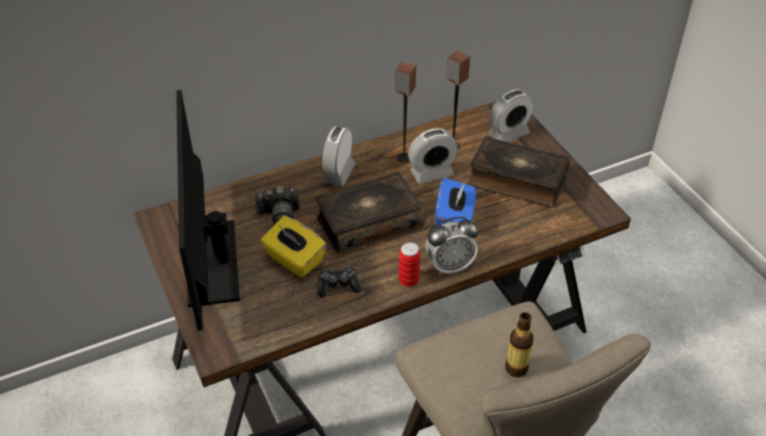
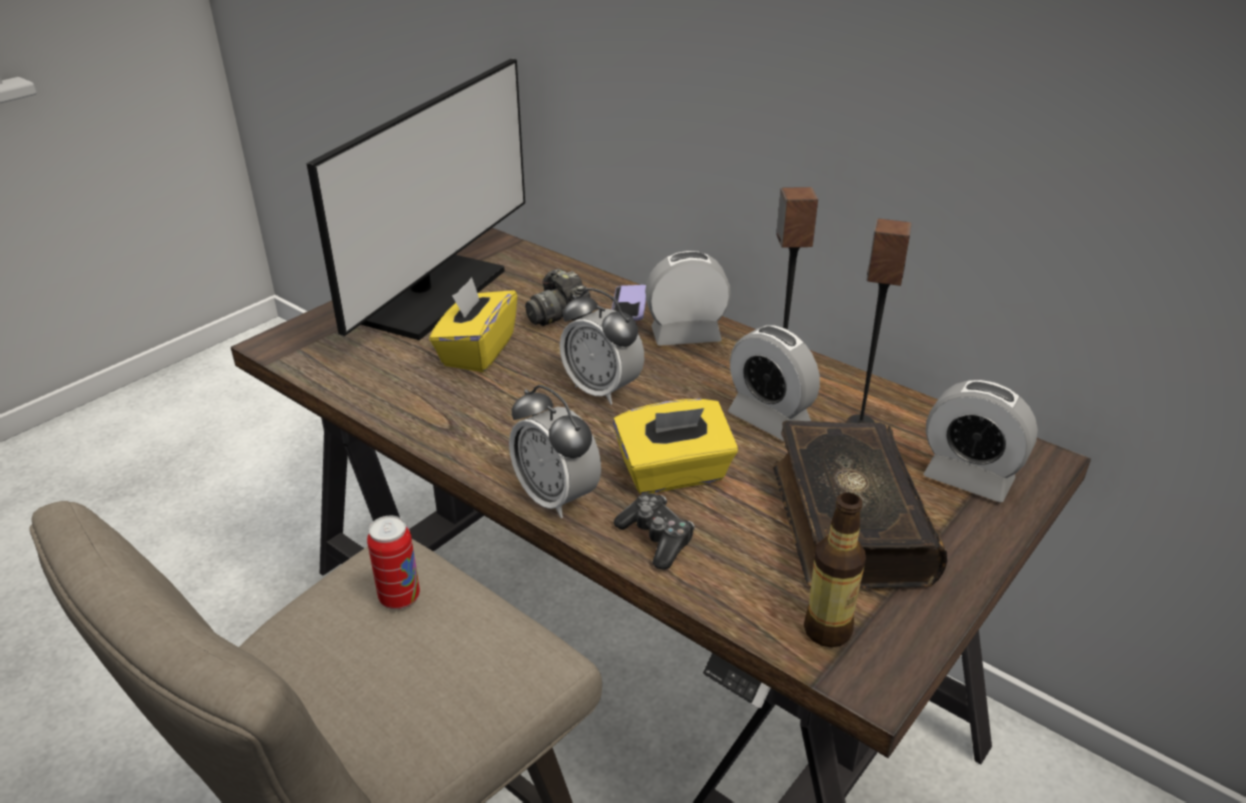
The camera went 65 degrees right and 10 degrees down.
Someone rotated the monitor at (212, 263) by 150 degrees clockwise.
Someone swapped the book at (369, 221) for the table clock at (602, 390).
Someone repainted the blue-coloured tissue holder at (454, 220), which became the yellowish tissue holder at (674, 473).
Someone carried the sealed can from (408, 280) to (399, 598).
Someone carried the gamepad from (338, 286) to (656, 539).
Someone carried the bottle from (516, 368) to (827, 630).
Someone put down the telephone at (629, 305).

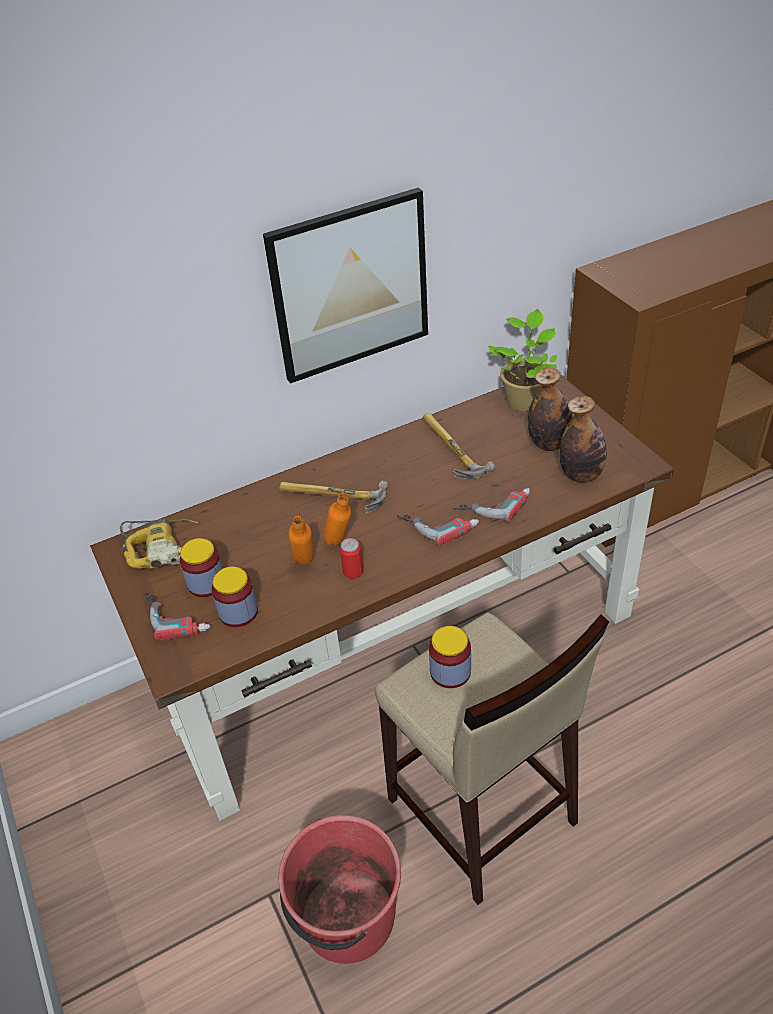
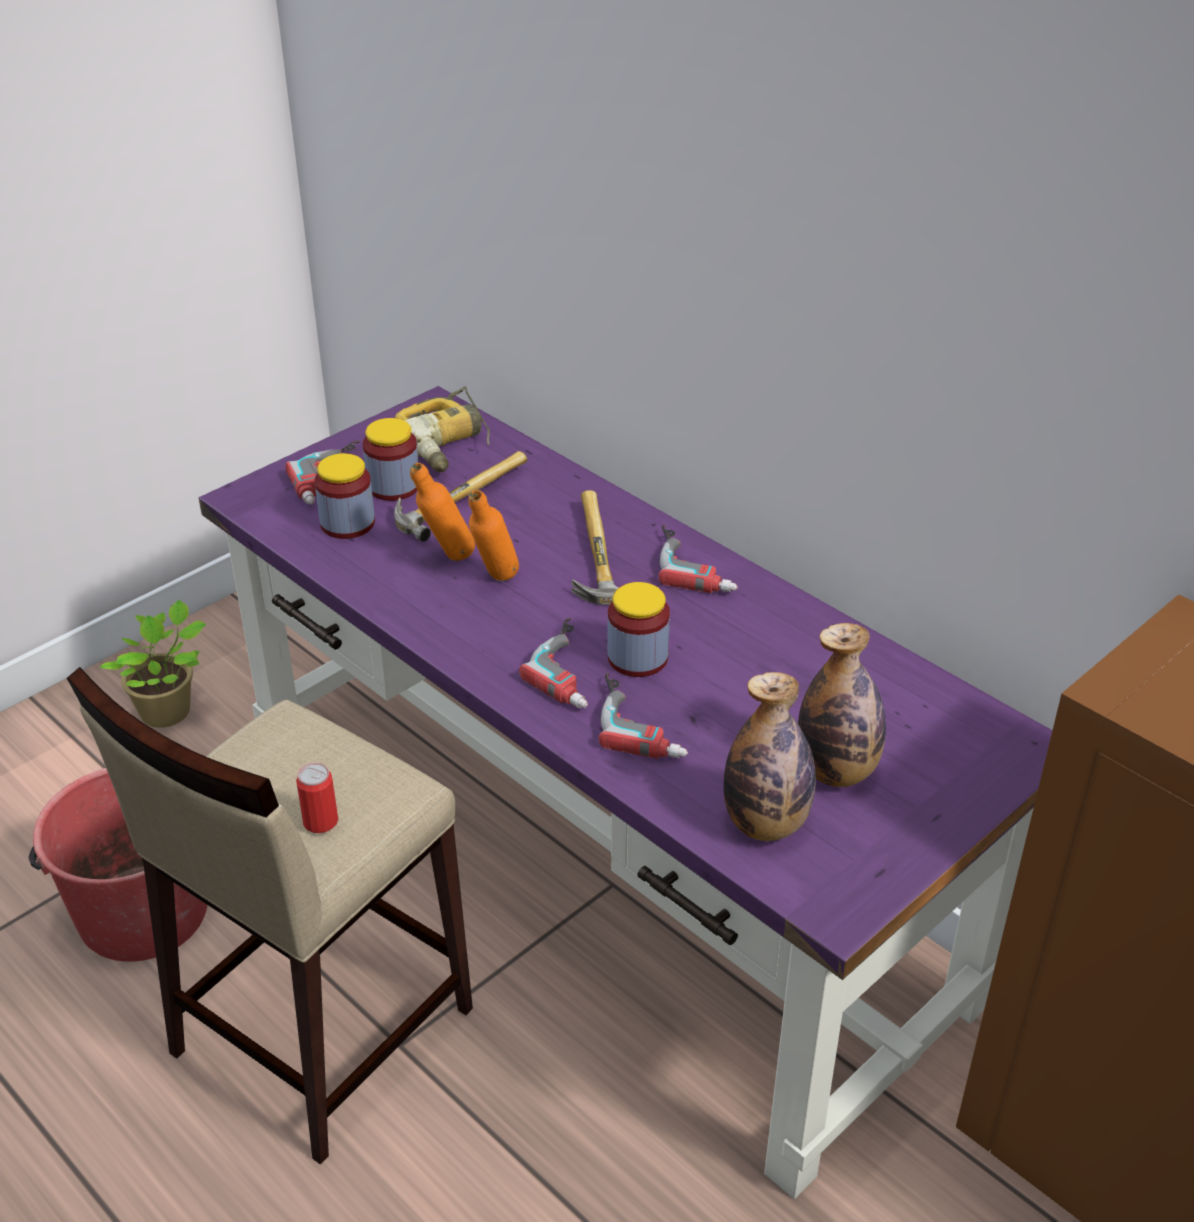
The camera went 70 degrees right and 5 degrees down.
Someone took away the picture at (350, 286).
Someone carried the plant in a pot from (524, 399) to (170, 712).
Someone repainted the brown-coloured desk unit at (400, 648), which became the purple-coloured desk unit at (601, 870).
Someone carried the tool hammer from (448, 452) to (457, 497).
Someone carried the sealed can from (353, 572) to (320, 821).
Someone carried the jar from (450, 672) to (637, 658).
Someone put down the power drill at (698, 565).

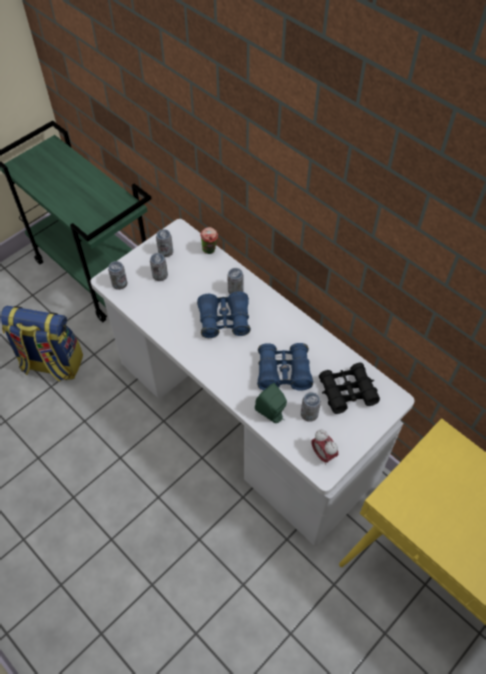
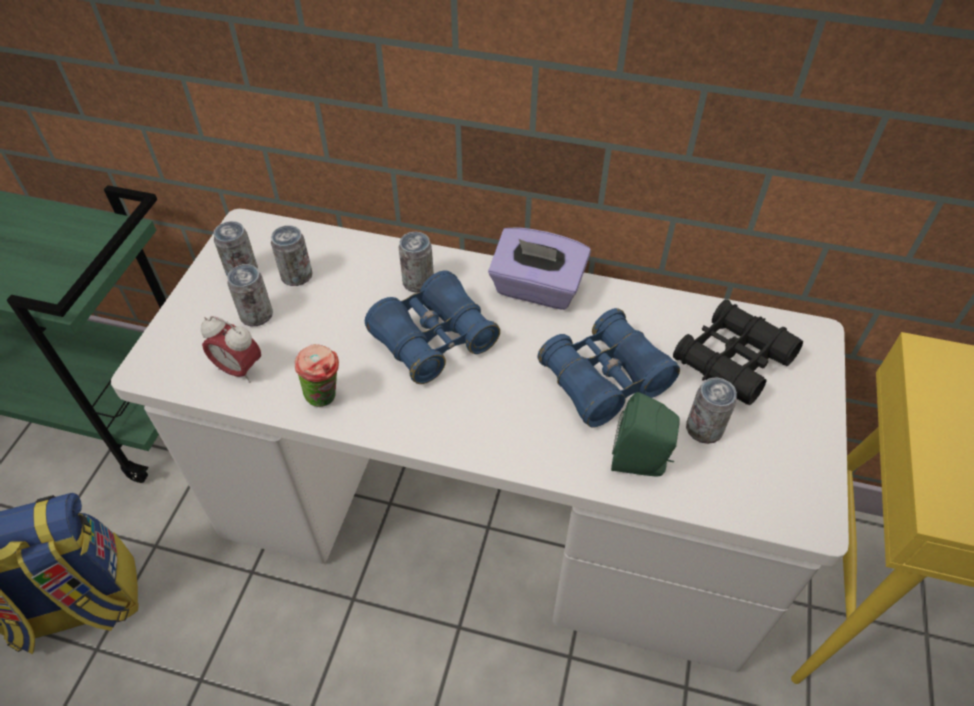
The camera went 30 degrees left and 5 degrees down.
Someone carried the drinking cup from (210, 251) to (326, 398).
Someone carried the sealed can from (119, 284) to (296, 276).
Someone carried the table clock from (323, 454) to (239, 370).
Someone put down the purple-coloured tissue holder at (537, 289).

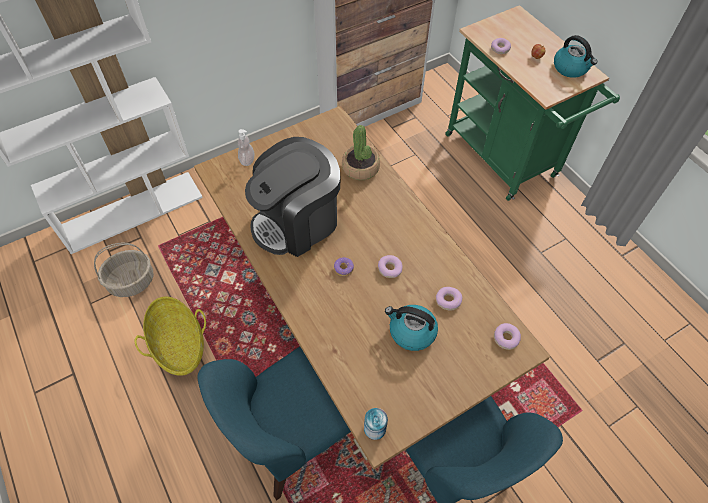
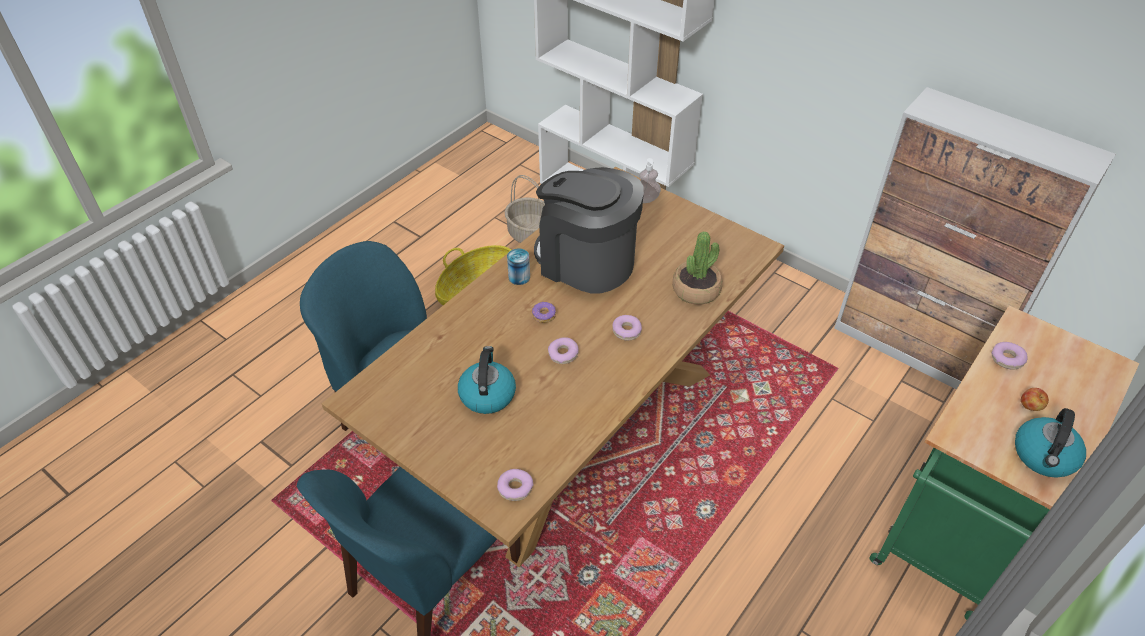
The camera went 70 degrees right and 10 degrees down.
Someone carried the doughnut from (448, 300) to (626, 331).
Someone carried the sealed can from (375, 428) to (519, 277).

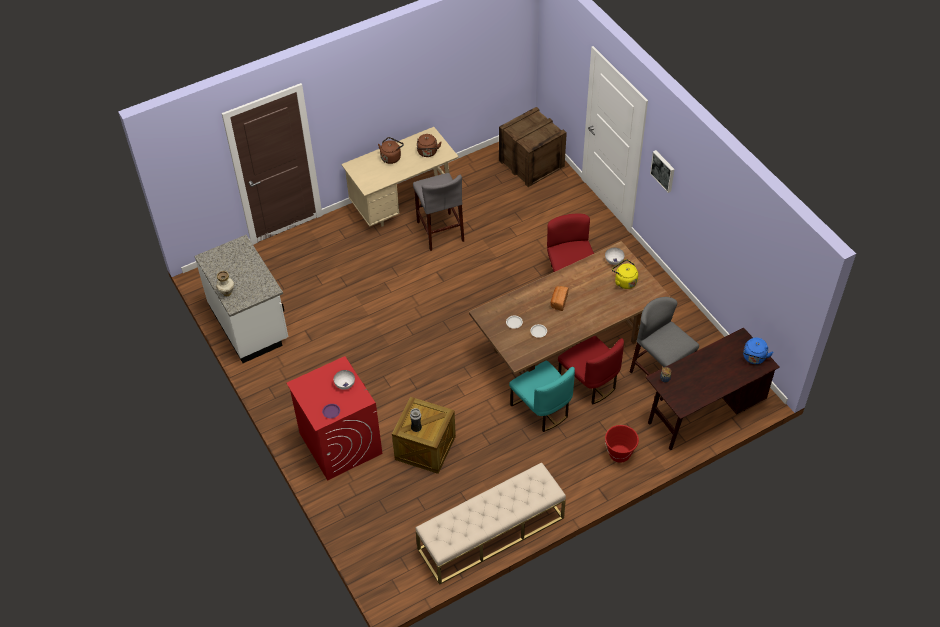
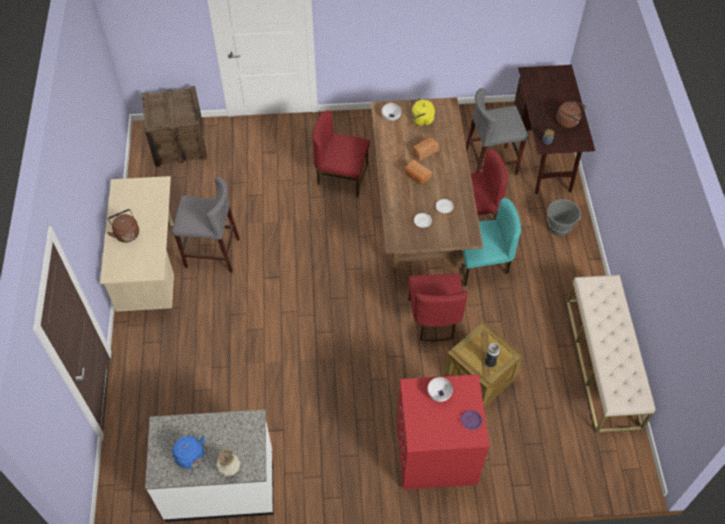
The camera went 65 degrees left and 5 degrees up.
Someone carried the brown-coloured tea kettle from (427, 153) to (568, 121).
Someone took away the picture at (663, 170).
Someone carried the blue-coloured tea kettle from (754, 358) to (192, 458).
Someone repainted the red-coloured bucket at (619, 454), which became the grey bucket at (559, 228).
Someone put down the bakery bread at (424, 152).
Someone put down the red-coloured chair at (434, 318).

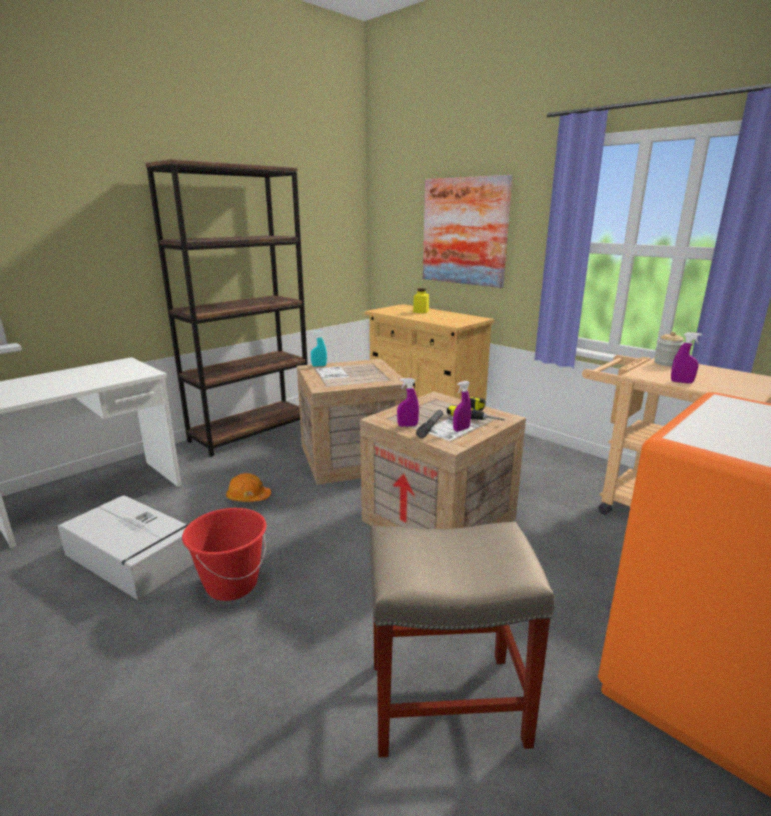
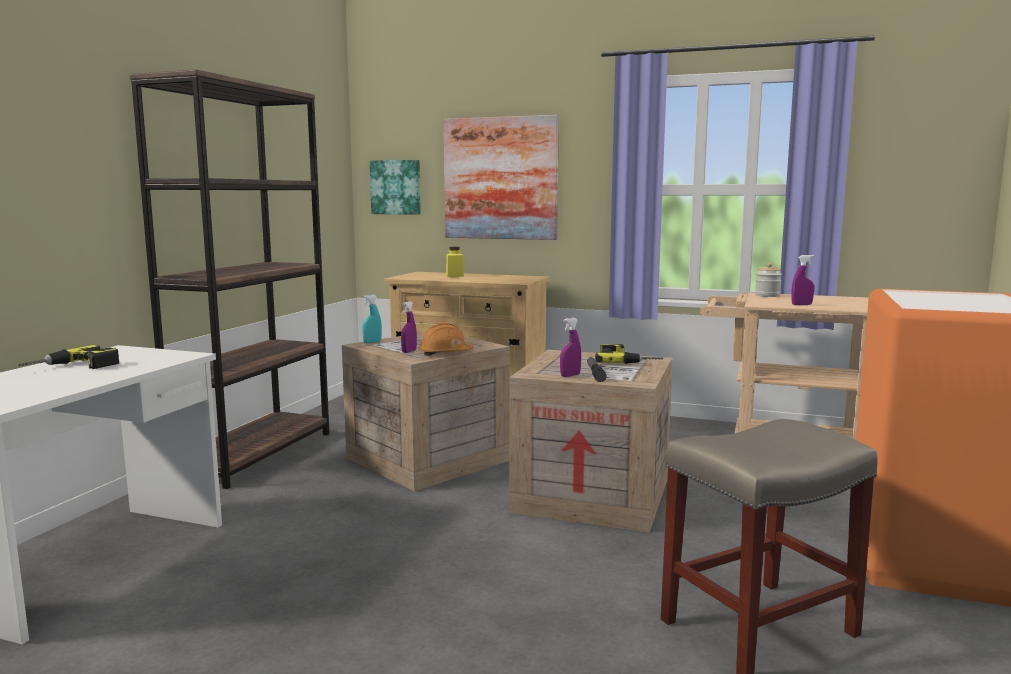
The camera went 25 degrees left and 10 degrees down.
Someone carried the purple-coloured spray bottle from (461, 429) to (409, 351).
Someone carried the orange-coloured work helmet from (248, 497) to (445, 354).
Someone took away the grey storage container at (133, 558).
Someone took away the red-coloured bucket at (231, 584).
Someone put up the picture at (396, 187).
Someone put down the power drill at (73, 367).

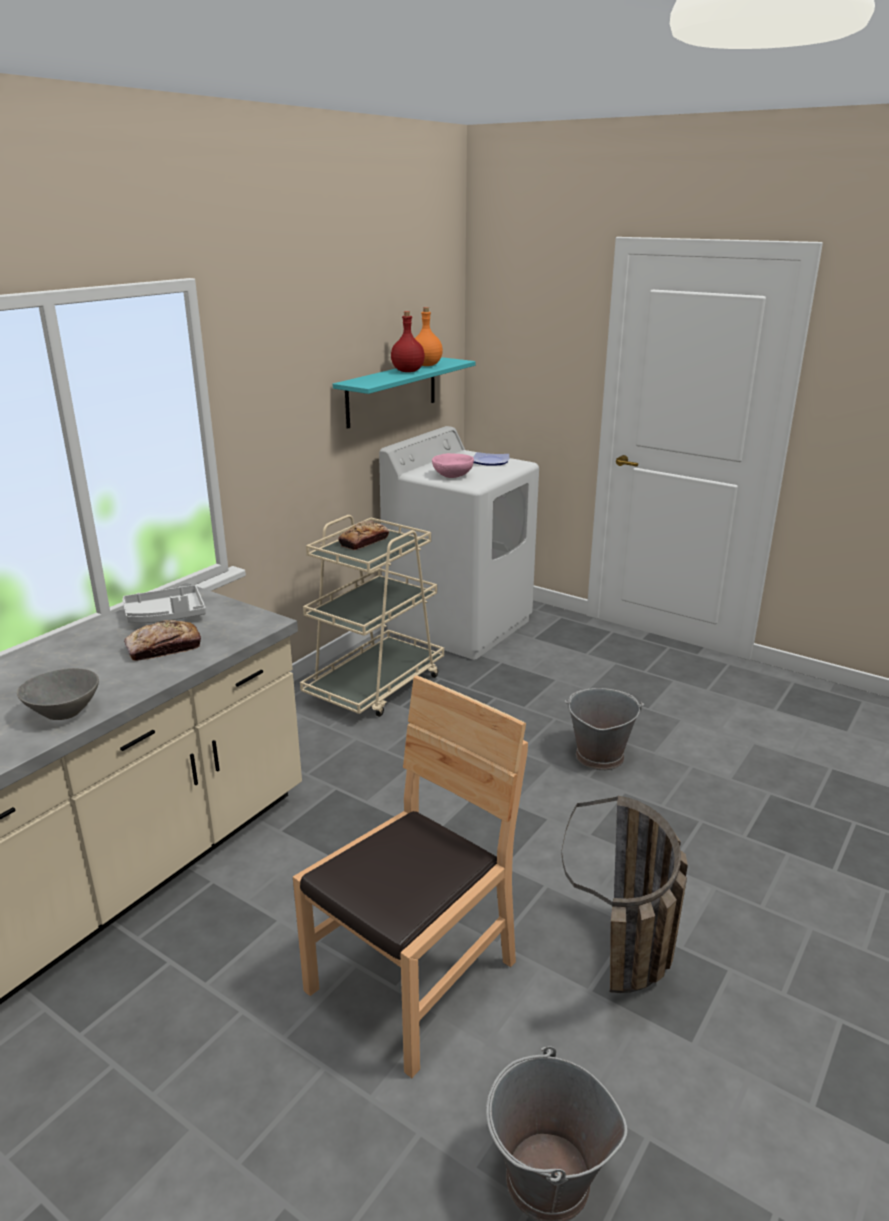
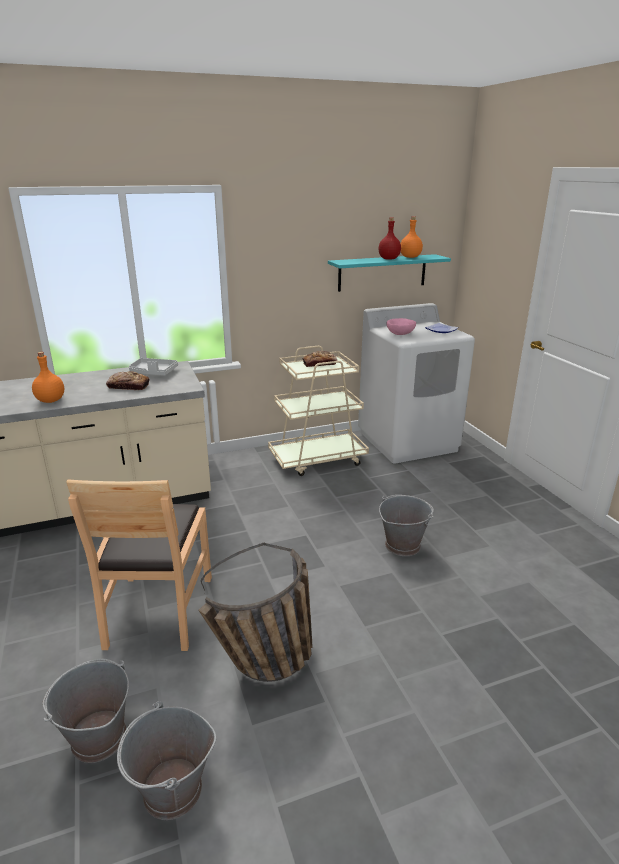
The camera went 35 degrees right and 0 degrees up.
Someone swapped the grey serving bowl at (63, 712) for the orange-coloured bottle at (50, 400).
Someone rotated the brown-coloured chair at (414, 979) by 105 degrees clockwise.
Someone put down the grey bucket at (172, 791).

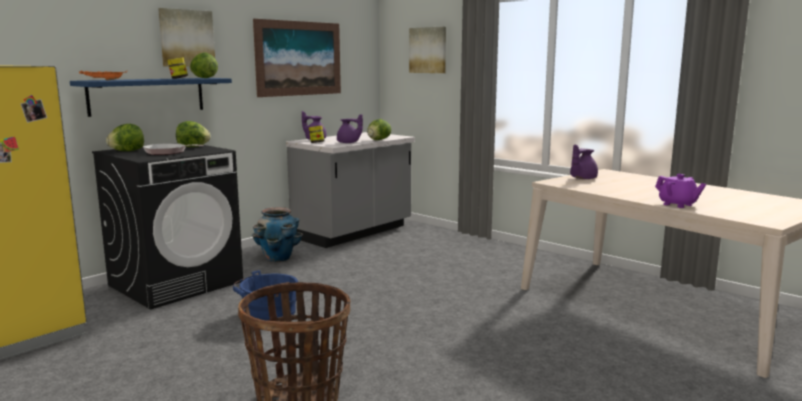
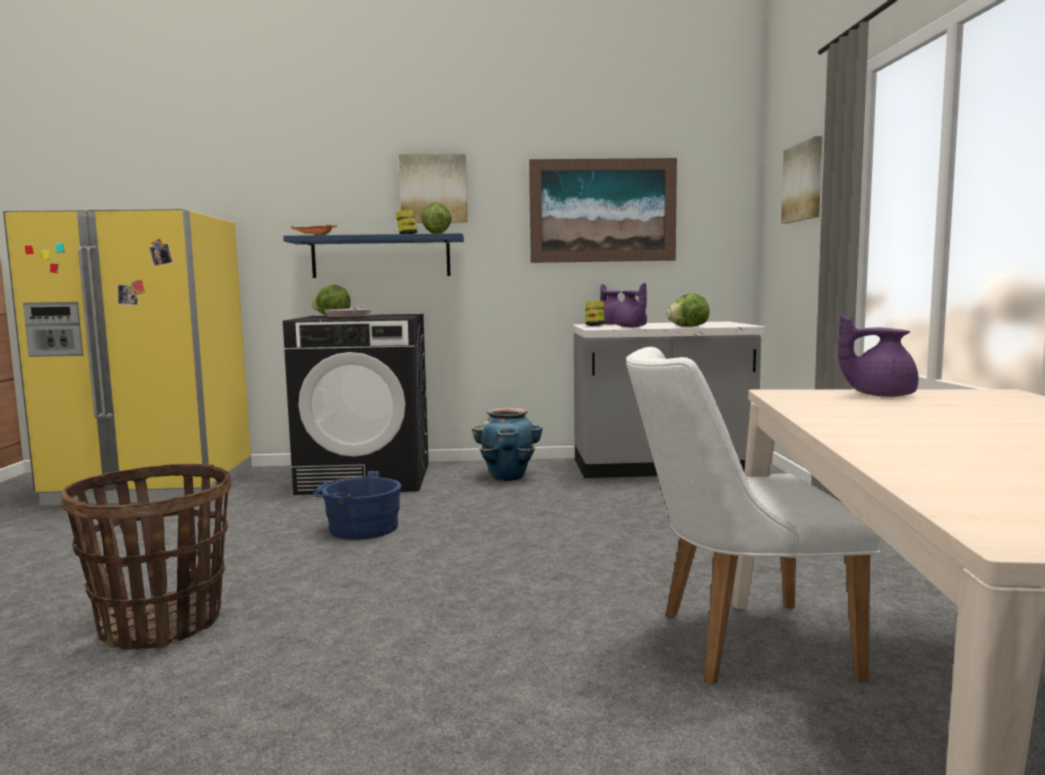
The camera went 45 degrees right and 5 degrees down.
Someone took away the head of lettuce at (193, 147).
Someone took away the purple-coloured pot for tea at (677, 204).
Someone put down the whitish chair at (735, 642).

